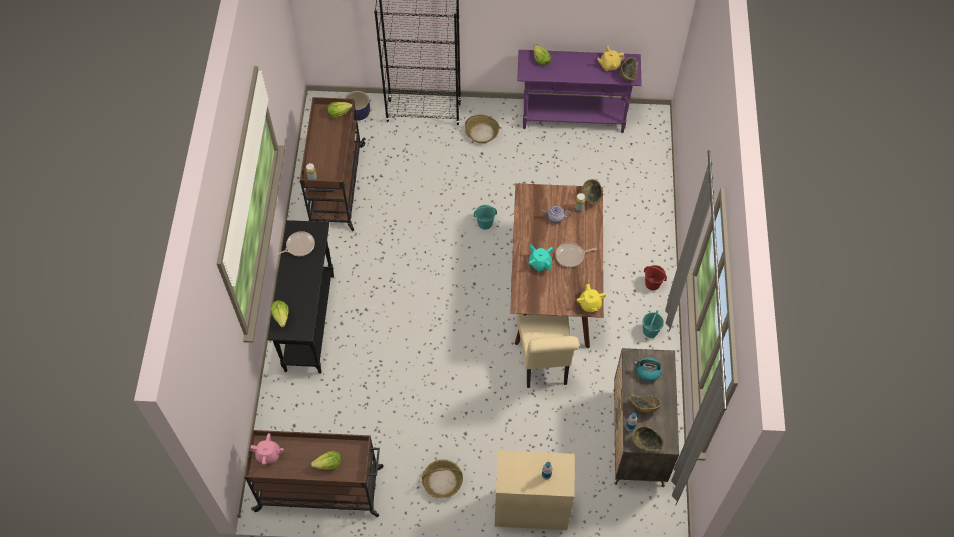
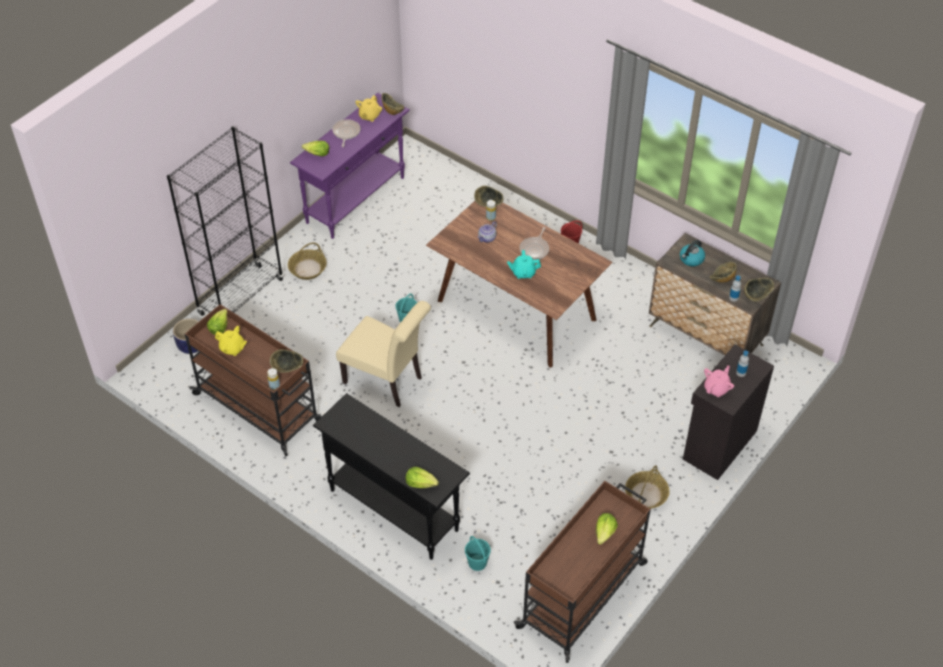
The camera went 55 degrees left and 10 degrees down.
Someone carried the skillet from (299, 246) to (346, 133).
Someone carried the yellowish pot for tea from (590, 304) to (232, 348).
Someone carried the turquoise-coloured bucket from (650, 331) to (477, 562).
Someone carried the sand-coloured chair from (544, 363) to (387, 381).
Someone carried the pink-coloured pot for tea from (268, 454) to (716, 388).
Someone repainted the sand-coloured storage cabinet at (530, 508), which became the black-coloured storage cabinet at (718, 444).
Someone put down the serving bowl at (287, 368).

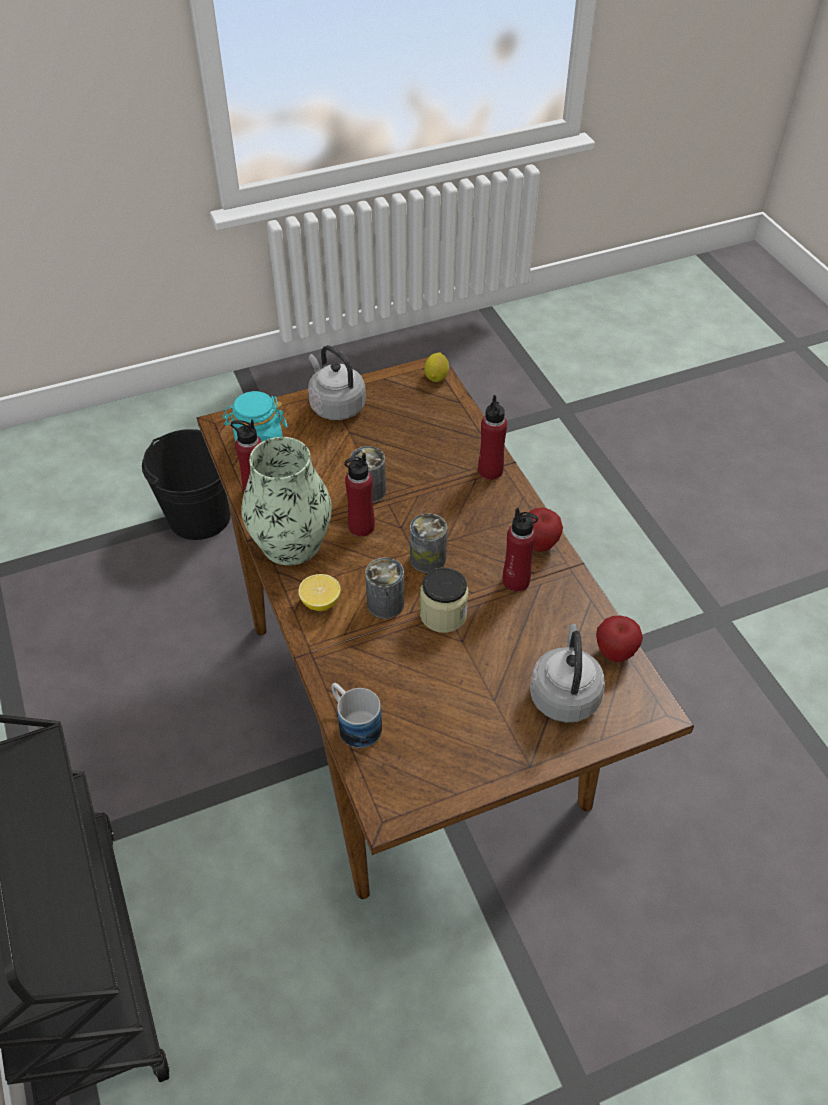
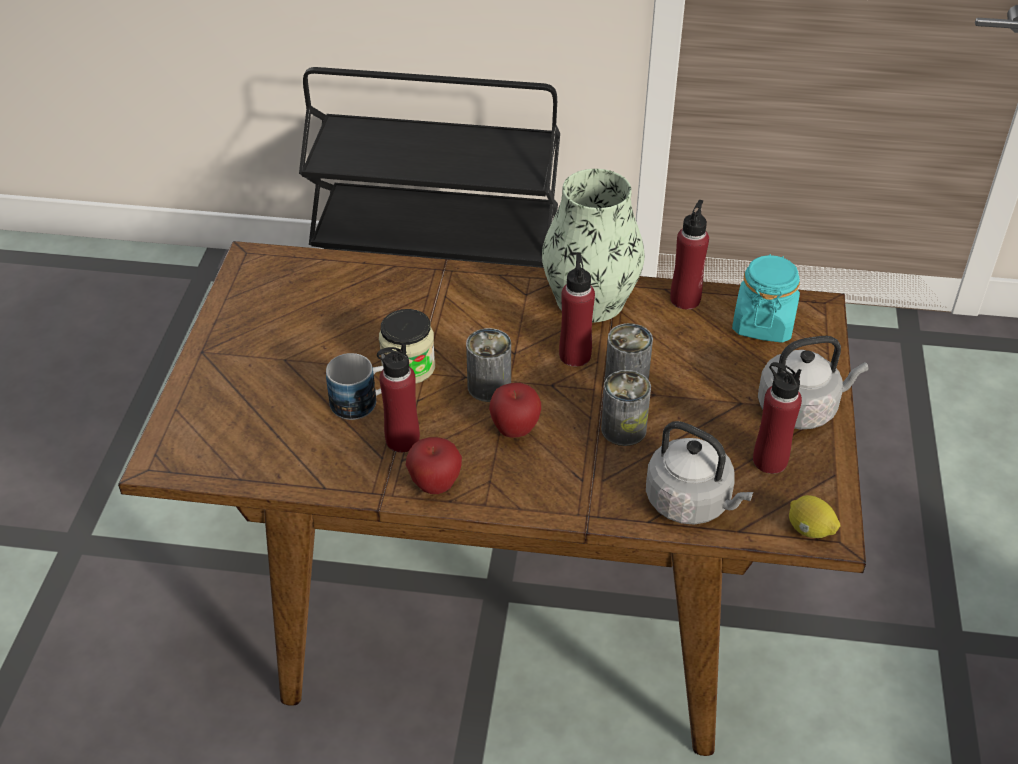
The camera went 120 degrees right and 5 degrees down.
Someone carried the red-coloured bottle from (490, 471) to (769, 460).
Someone took away the black-coloured bucket at (199, 516).
Someone carried the sealed can from (385, 604) to (623, 429).
Someone took away the citrus fruit at (320, 602).
Someone carried the apple from (615, 653) to (515, 430).
Someone carried the grey tea kettle from (564, 694) to (692, 502).
Someone carried the coffee mug from (354, 723) to (364, 402).

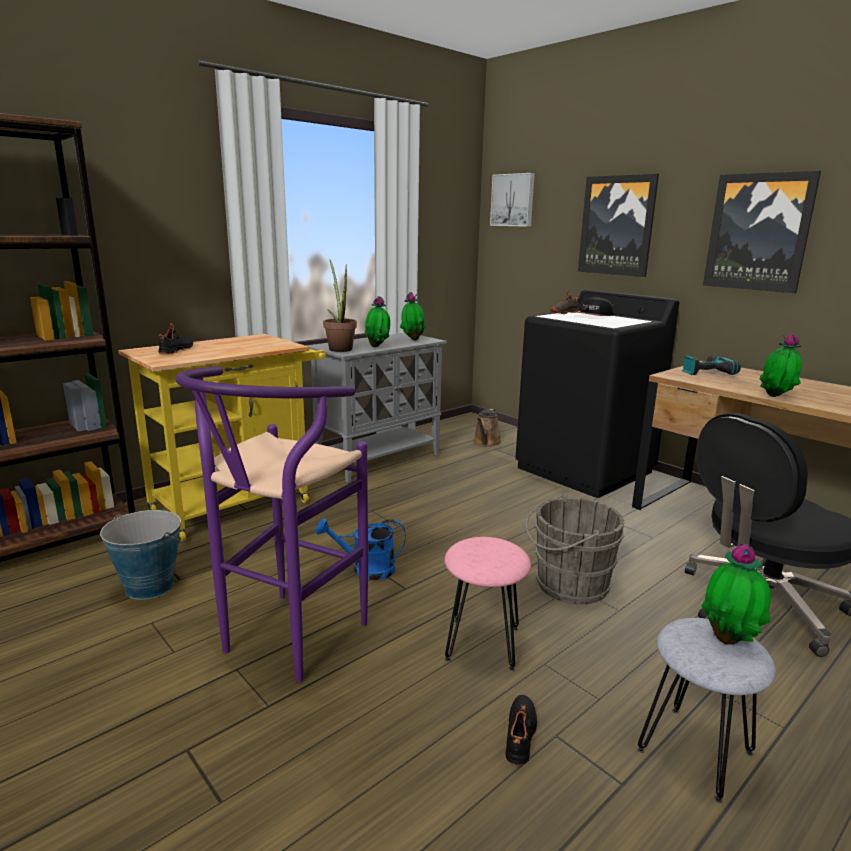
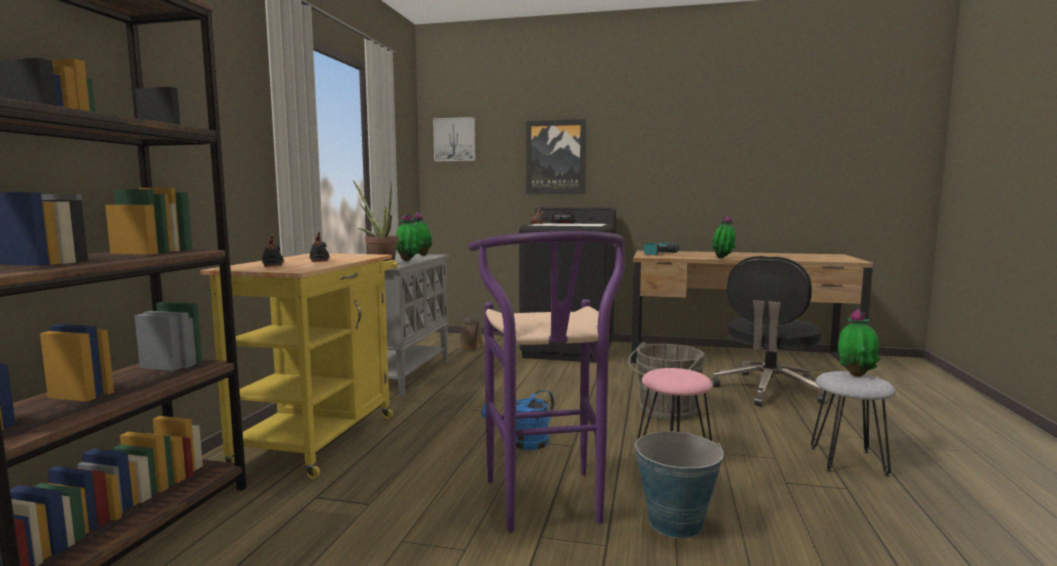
The camera went 35 degrees left and 10 degrees down.
Someone took away the picture at (758, 232).
Someone carried the bucket from (149, 586) to (675, 523).
Someone carried the black-coloured shoe from (521, 735) to (320, 260).

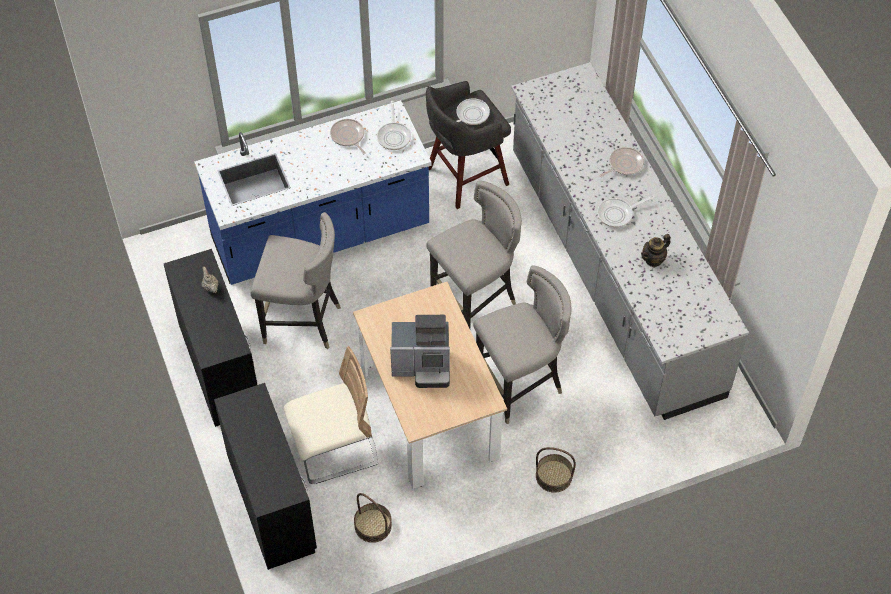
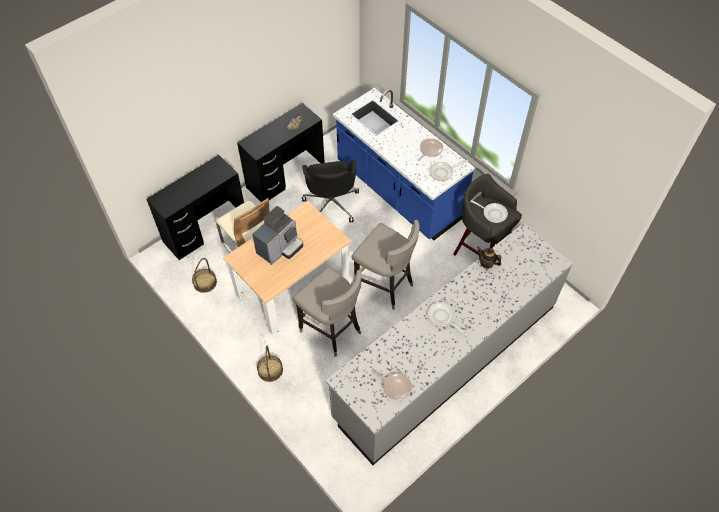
The camera went 70 degrees right and 0 degrees up.
Someone carried the skillet from (624, 164) to (395, 386).
Someone swapped the grey stool seat at (303, 322) for the black-coloured office chair at (331, 203).
Someone carried the pot for tea from (653, 259) to (486, 263).
Someone rotated the coffee brewer at (423, 367) by 120 degrees counterclockwise.

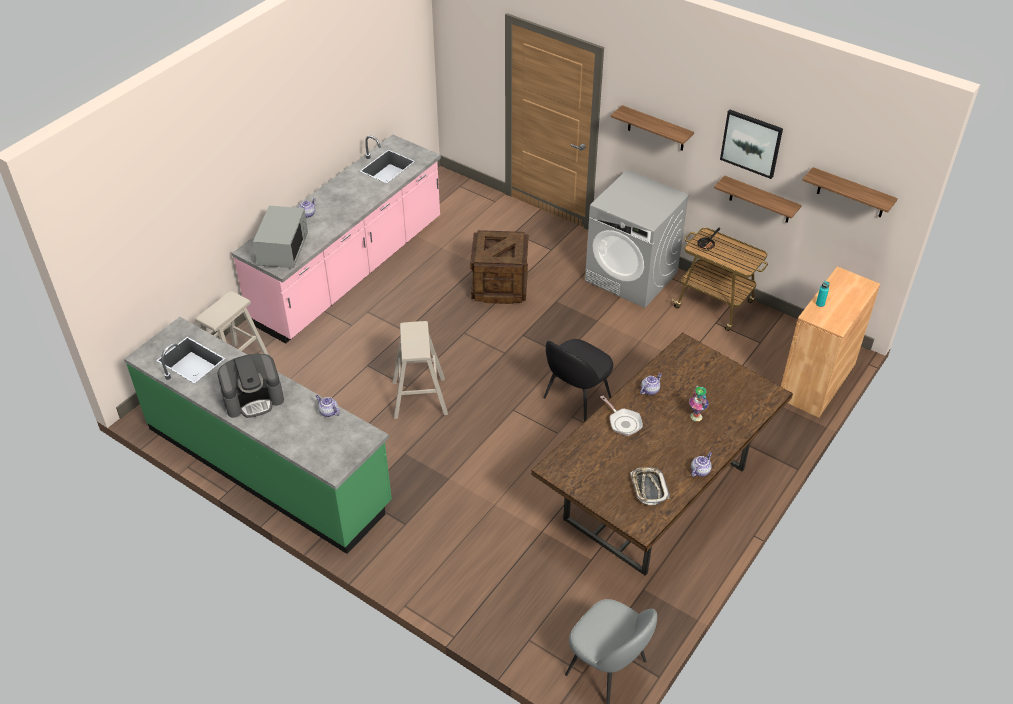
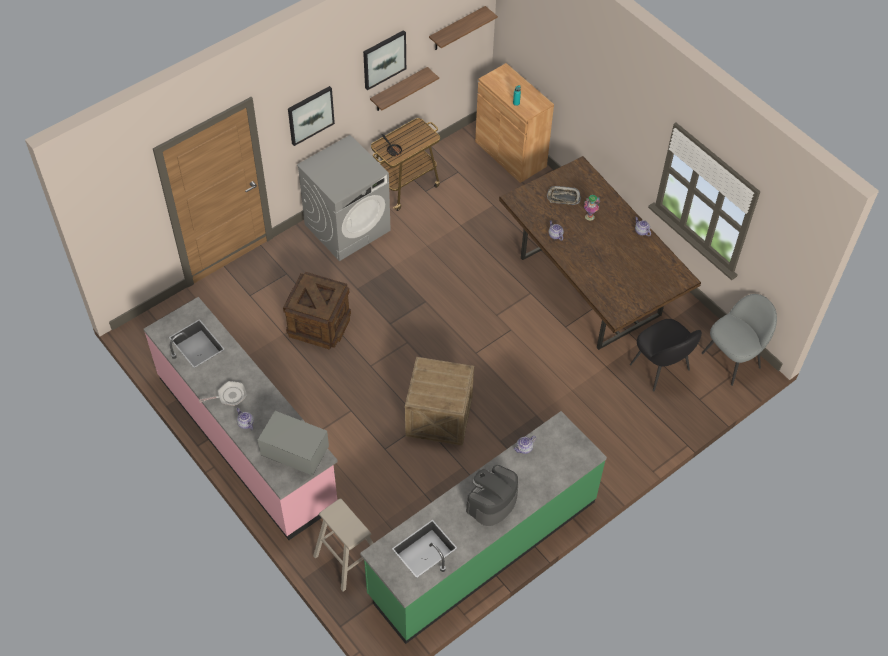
The camera went 75 degrees left and 10 degrees up.
Someone swapped the shelf at (656, 129) for the picture at (310, 115).
Someone swapped the sand-coloured stool seat at (419, 398) for the packing crate at (439, 416).
Someone carried the black-coloured chair from (576, 399) to (660, 368).
Someone rotated the coffee brewer at (254, 399) by 135 degrees counterclockwise.
Someone carried the skillet from (623, 422) to (229, 396).
Someone carried the tray from (649, 487) to (563, 197).

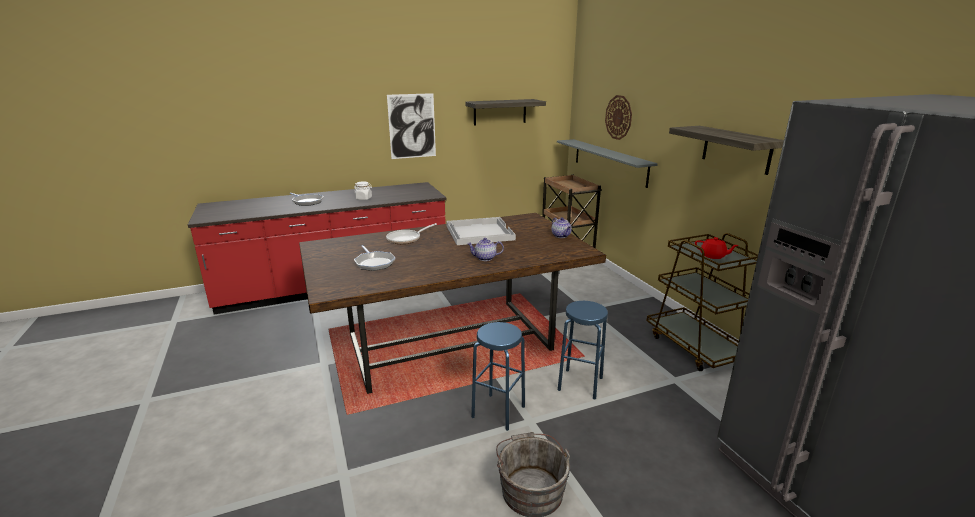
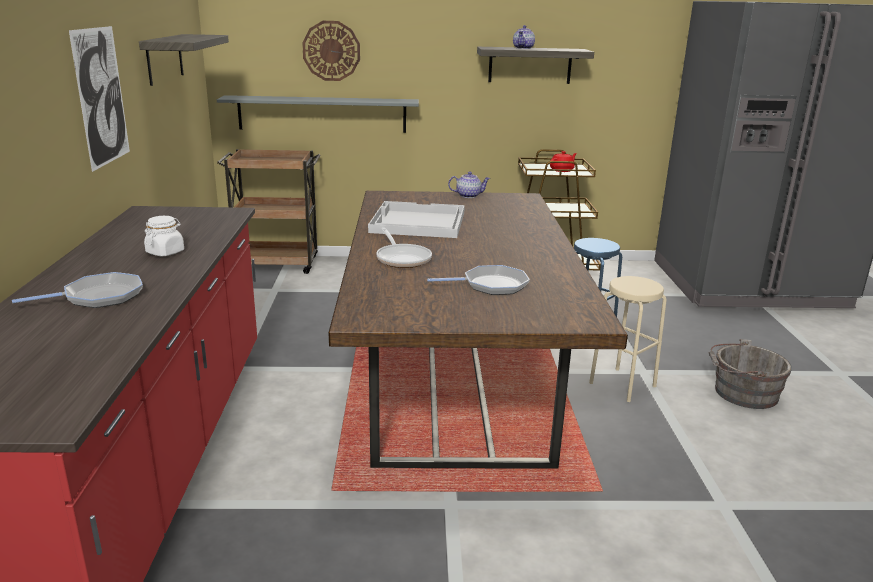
The camera went 70 degrees left and 0 degrees up.
Someone carried the pot for tea from (485, 258) to (523, 48).
Someone repainted the blue-coloured stool seat at (498, 412), which became the sand-coloured stool seat at (622, 384).

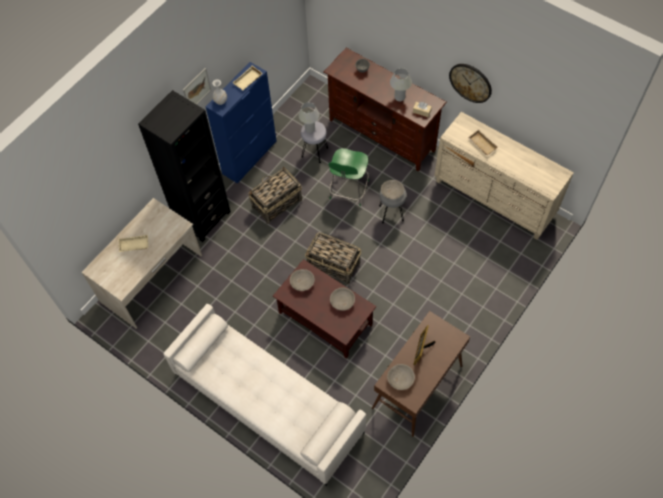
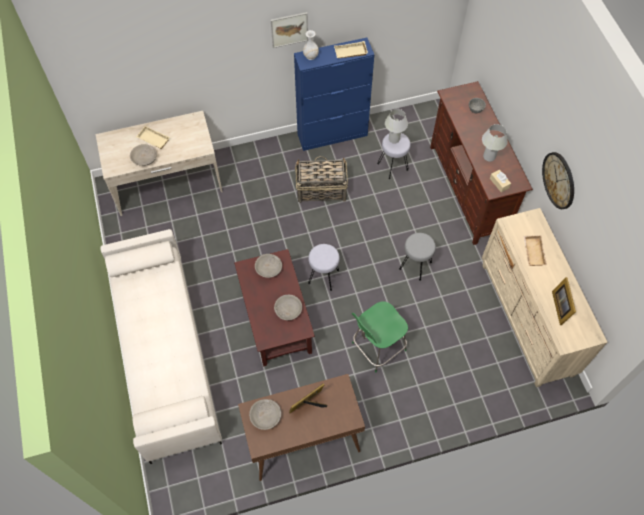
The camera went 35 degrees right and 0 degrees up.
Someone took away the black-coloured shelving unit at (202, 217).
Someone carried the green-coloured stool seat from (348, 191) to (377, 347).
Someone carried the grey serving bowl from (392, 193) to (144, 159).
Someone swapped the storage basket at (334, 265) for the grey stool seat at (324, 277).
Someone put down the photo frame at (561, 306).

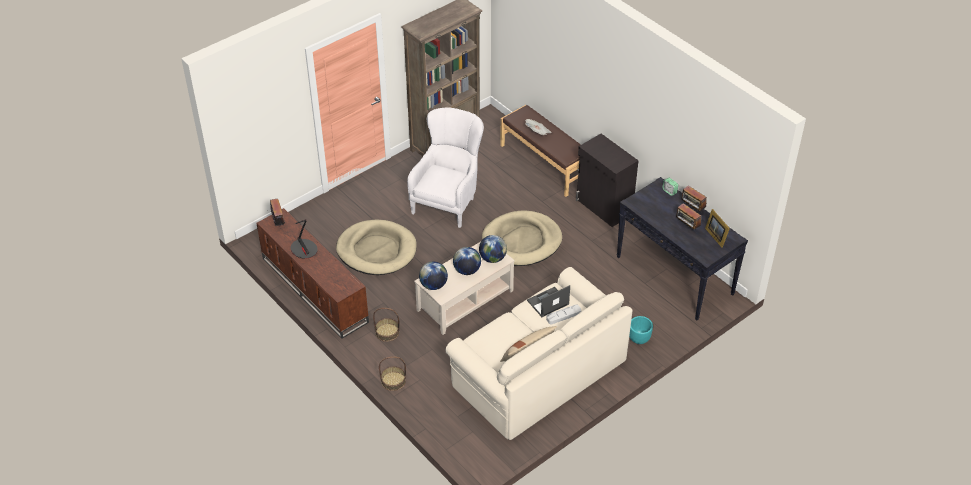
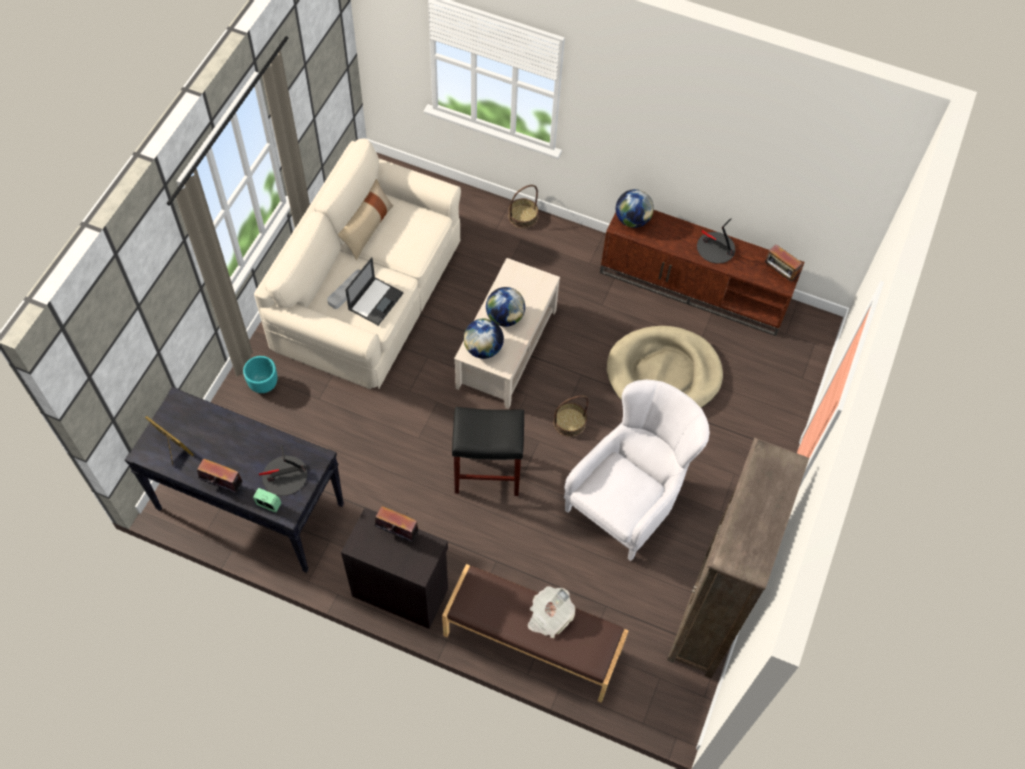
The camera went 150 degrees right and 15 degrees up.
Someone rotated the whitish easy chair at (448, 200) by 135 degrees counterclockwise.
Someone carried the radio receiver from (687, 227) to (397, 532).
Someone swapped the sand-coloured dog cushion at (522, 241) for the black-coloured stool seat at (486, 473).
Someone carried the desk globe from (433, 285) to (632, 220).
Someone carried the storage basket from (387, 332) to (569, 422).
Someone put down the table lamp at (285, 476).

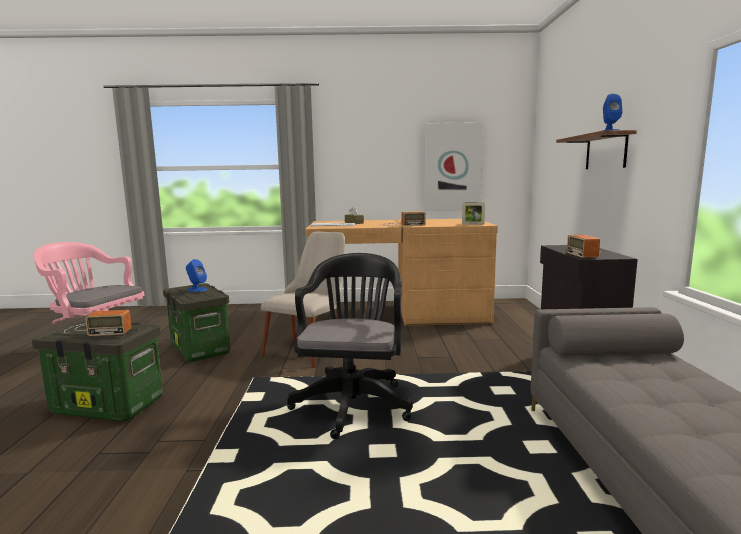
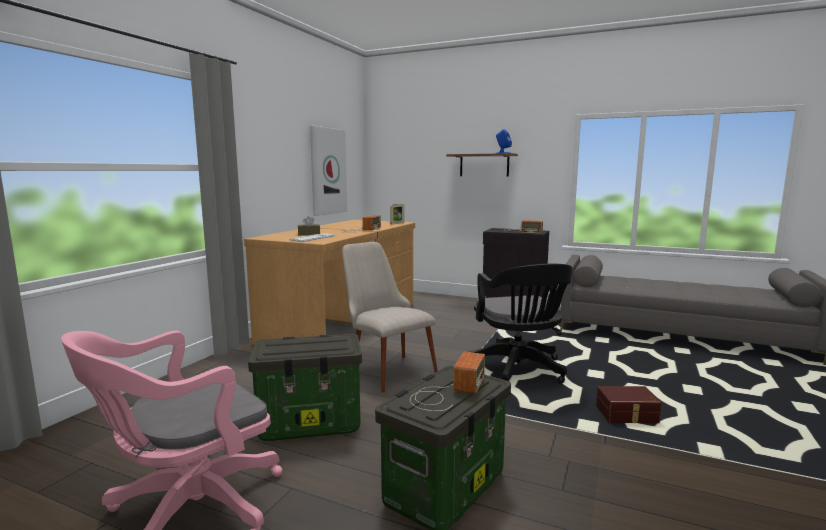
The camera went 65 degrees left and 0 degrees up.
Someone rotated the black-coloured office chair at (353, 402) by 135 degrees counterclockwise.
Someone took away the blue-coloured speaker at (197, 289).
Someone put down the brown-coloured storage container at (627, 415).

